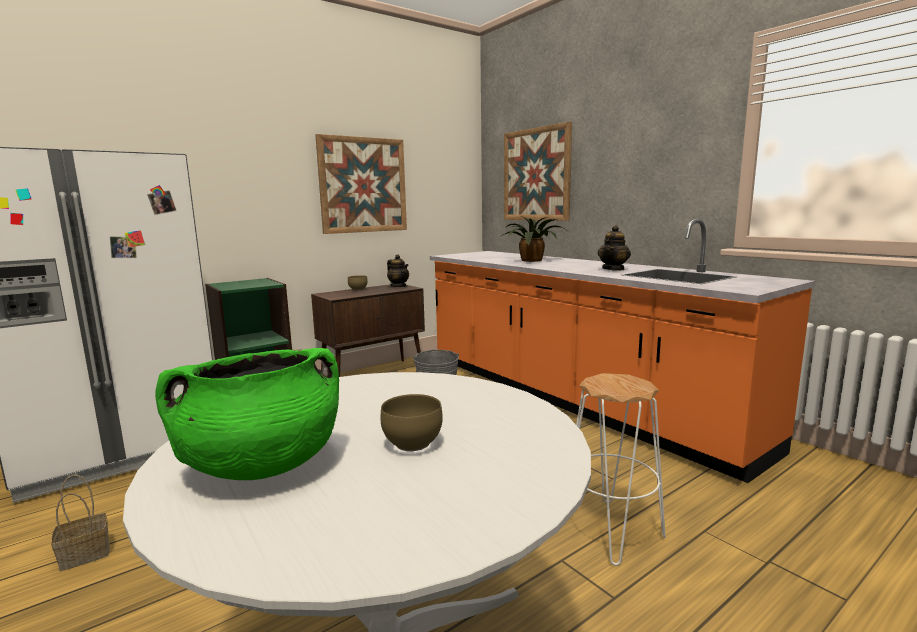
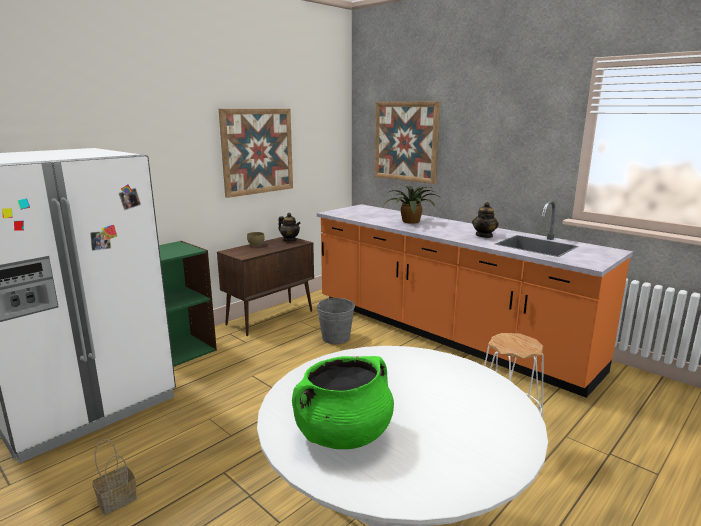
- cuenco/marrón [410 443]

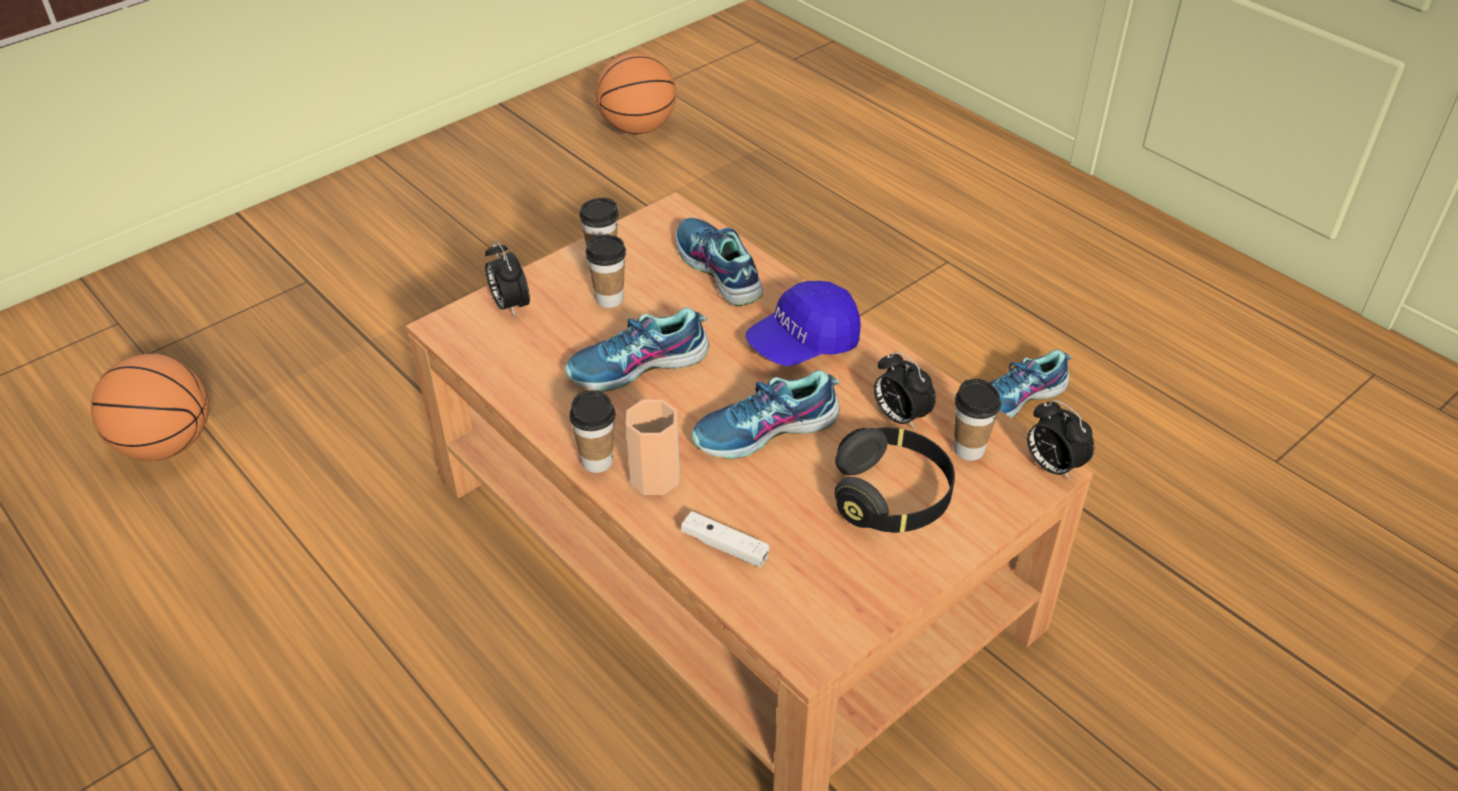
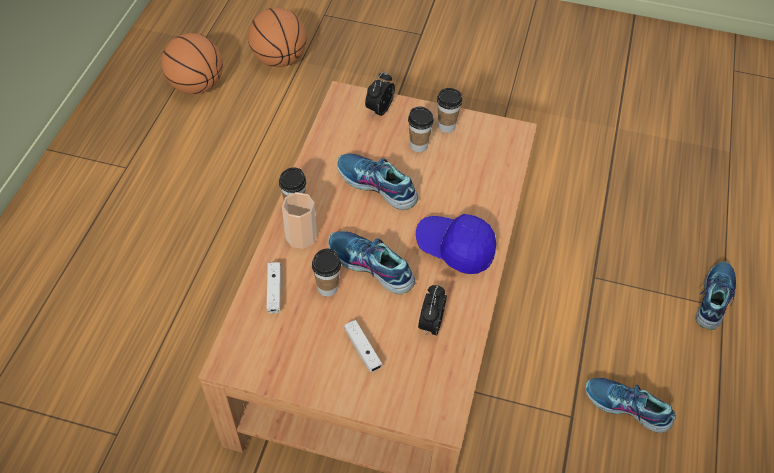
~ balón de baloncesto [637 128] to [197 86]
~ zapato [717 270] to [713 299]
~ auriculares/negro [891 497] to mando de consola/blanco [362 349]
~ taza [969 449] to [327 288]
- despertador [1052 466]

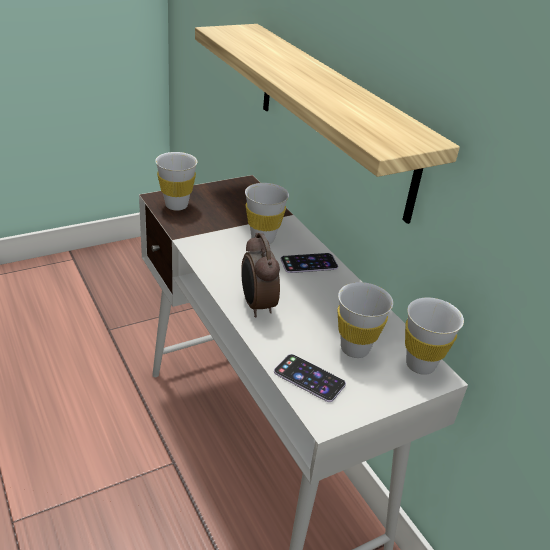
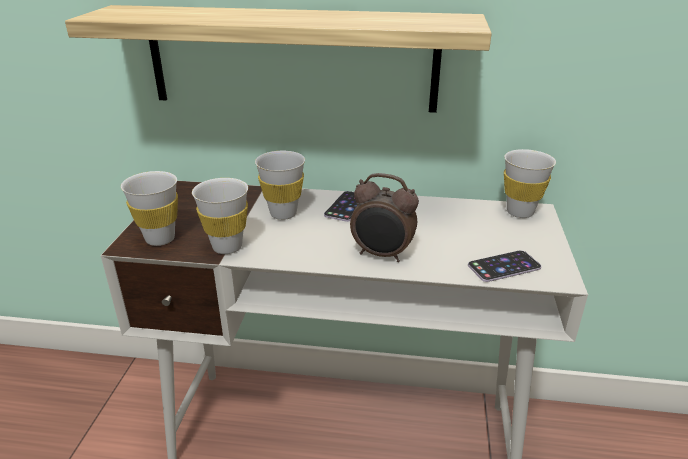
~ taza/blanco [355 349] to [227 247]

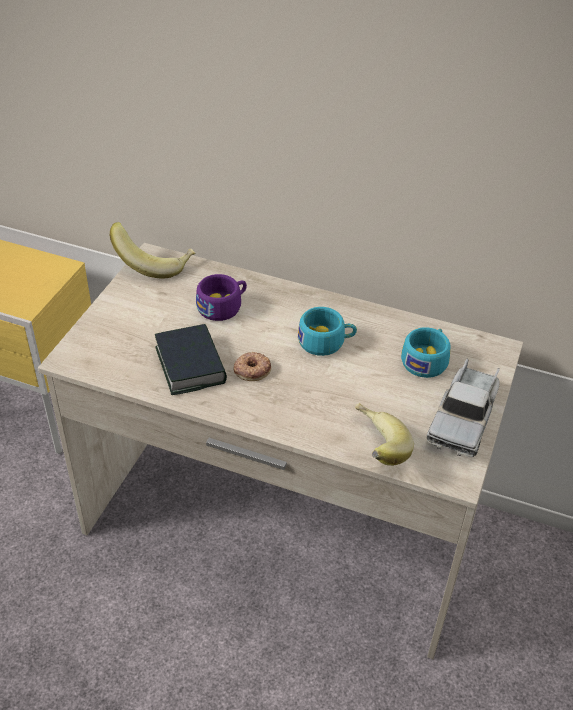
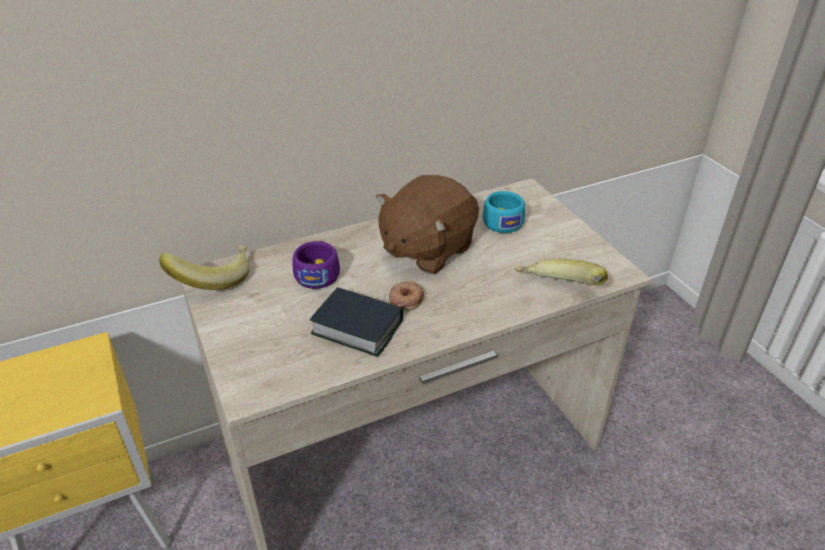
~ taza/turquesa [326 342] to peluche/marrón [426 249]
- camión de juguete [463 418]

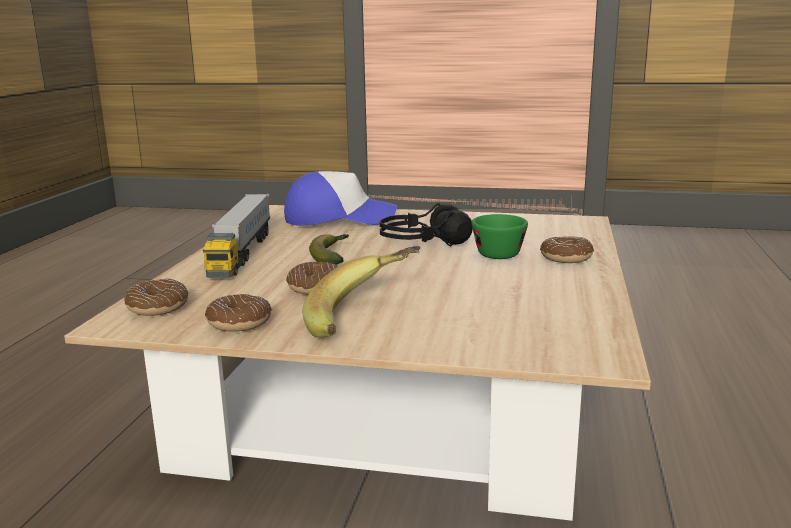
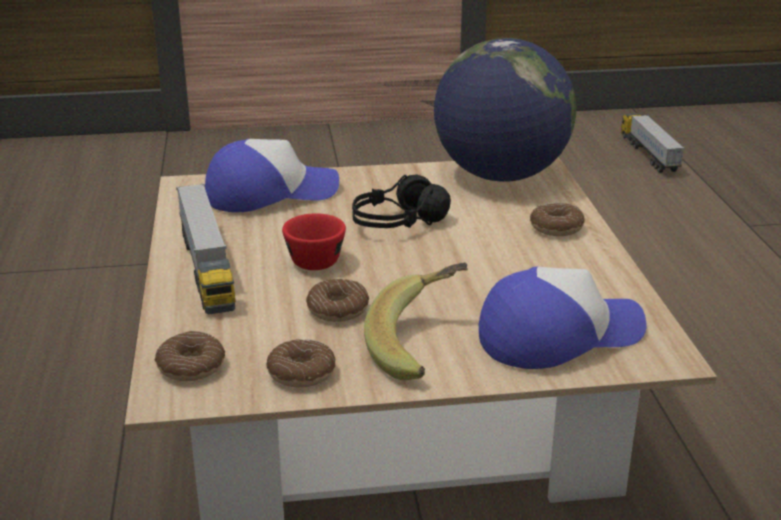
~ plátano [332 256] to taza/rojo [315 258]
- taza/verde [497 252]
+ globo terráqueo [501 176]
+ gorra [558 335]
+ camión de juguete [648 154]

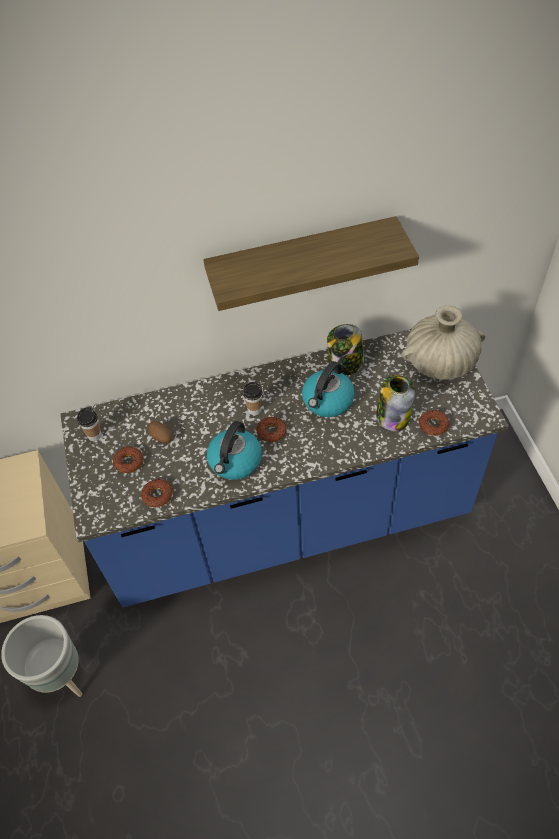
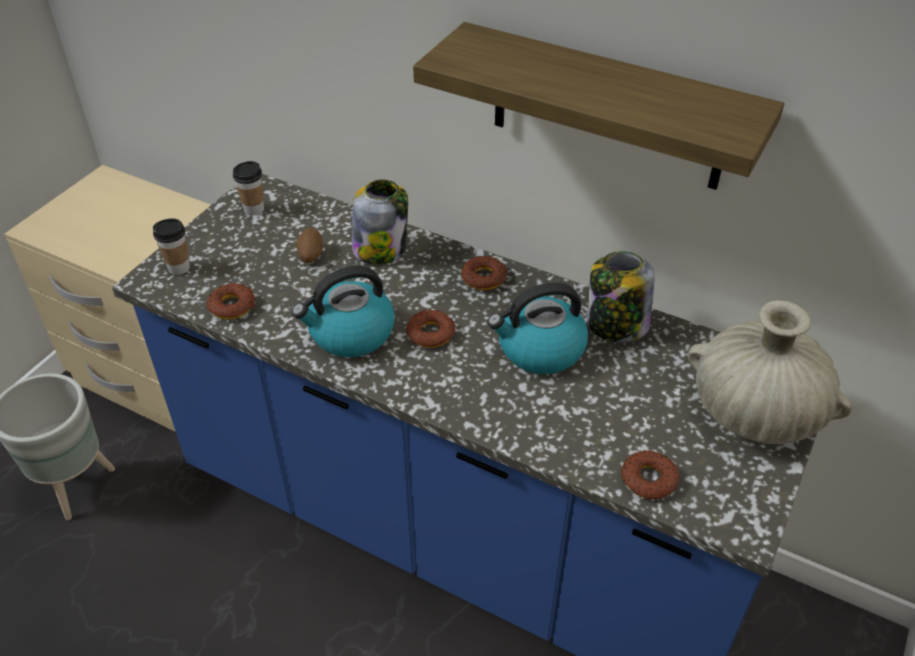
~ rosquilla [129 462] to [484 277]
~ taza [254 409] to [179 268]
~ tarro [392 416] to [381 248]

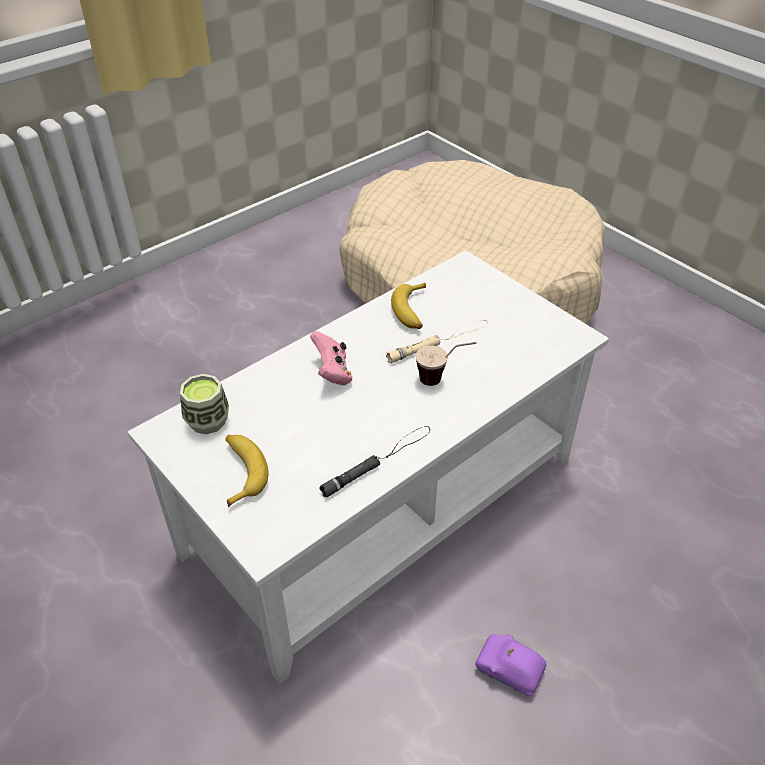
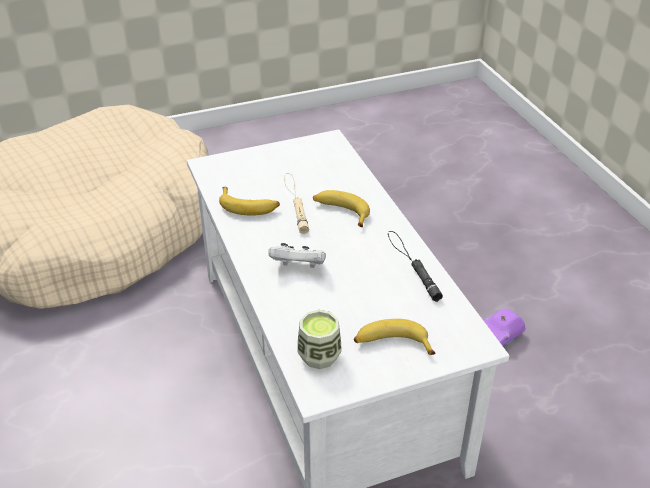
~ mando de consola/rosa [332 372] to mando de consola/blanco [298 267]
~ taza [443 380] to plátano [341 212]

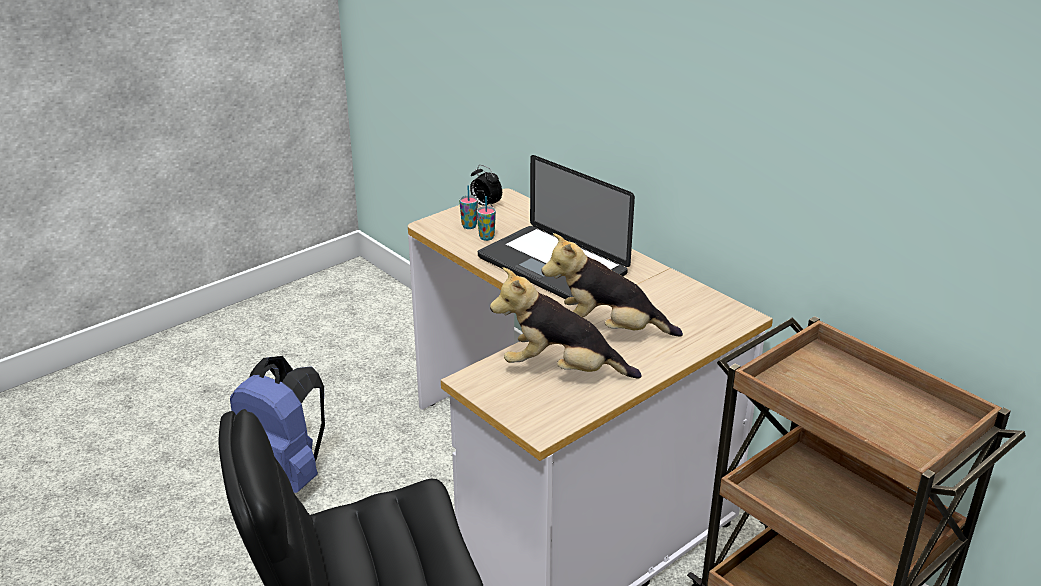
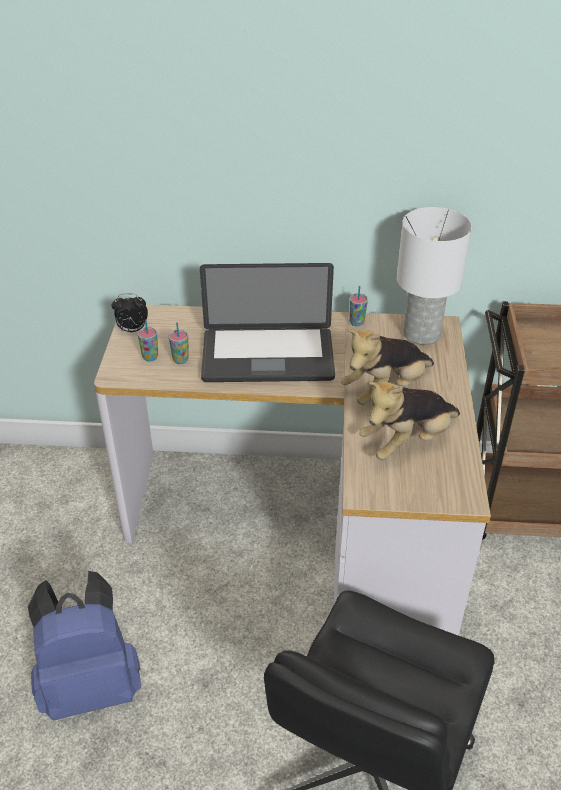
+ taza [356 323]
+ lámpara de mesa/blanco [421 333]

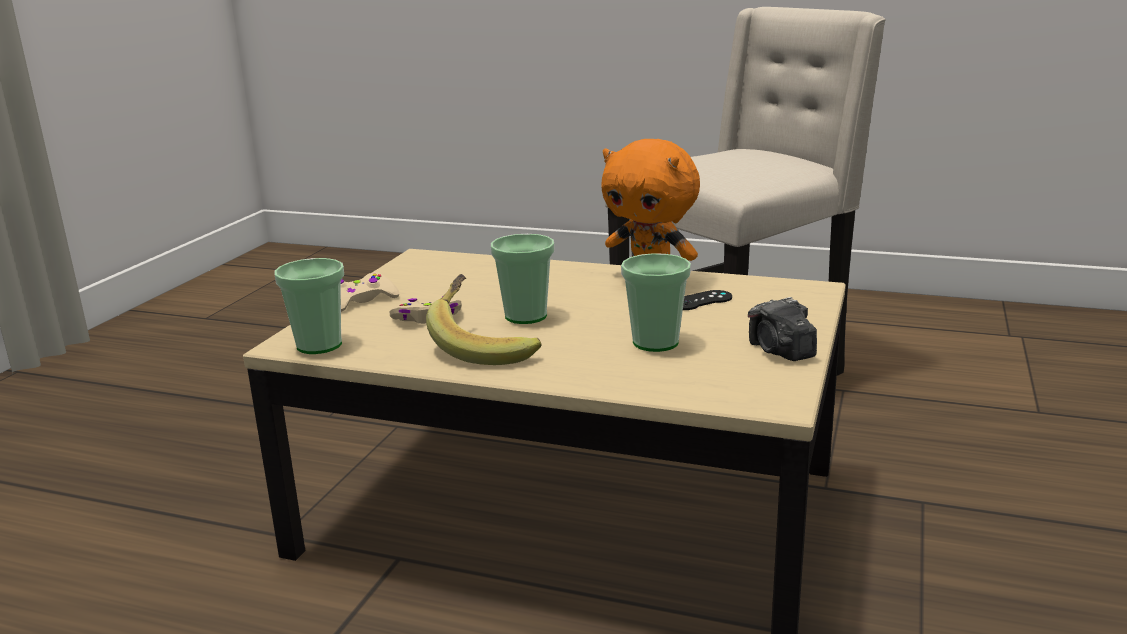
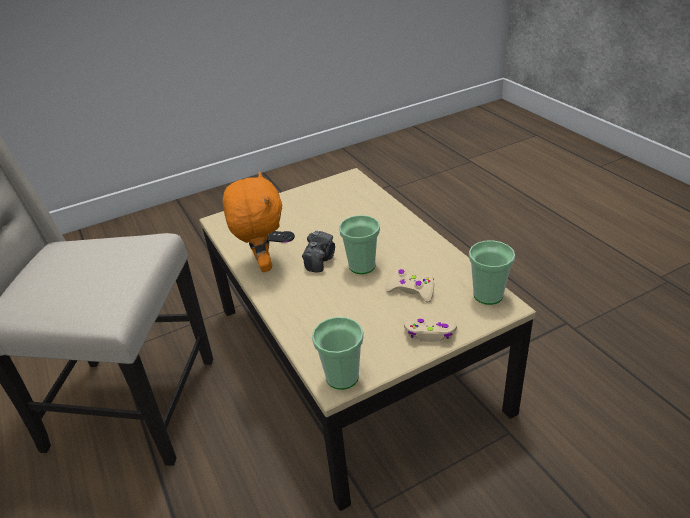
- plátano [485 346]
~ taza [655 342] to [342 377]
~ cámara [780 351] to [320 260]

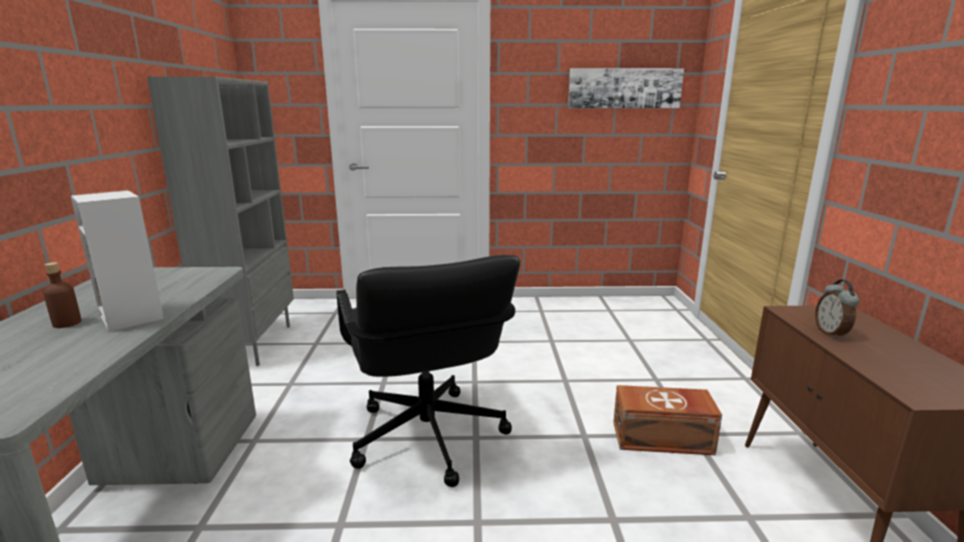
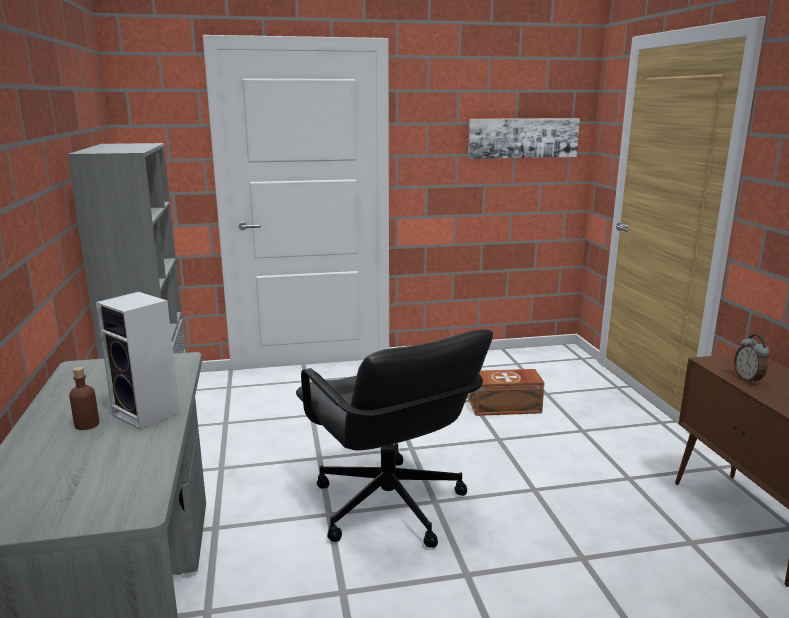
~ caja de almacenaje/marrón [663 439] to [506 407]

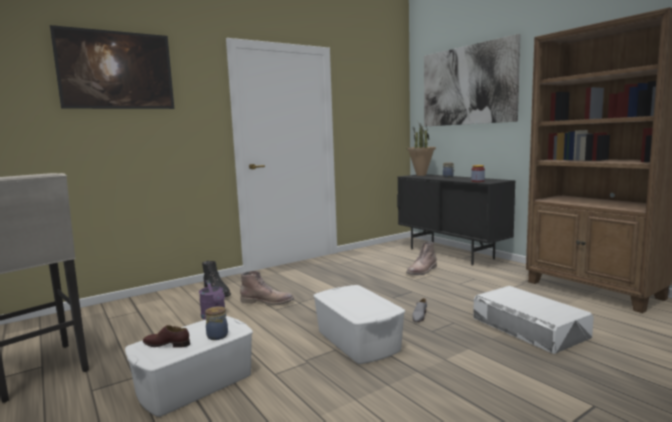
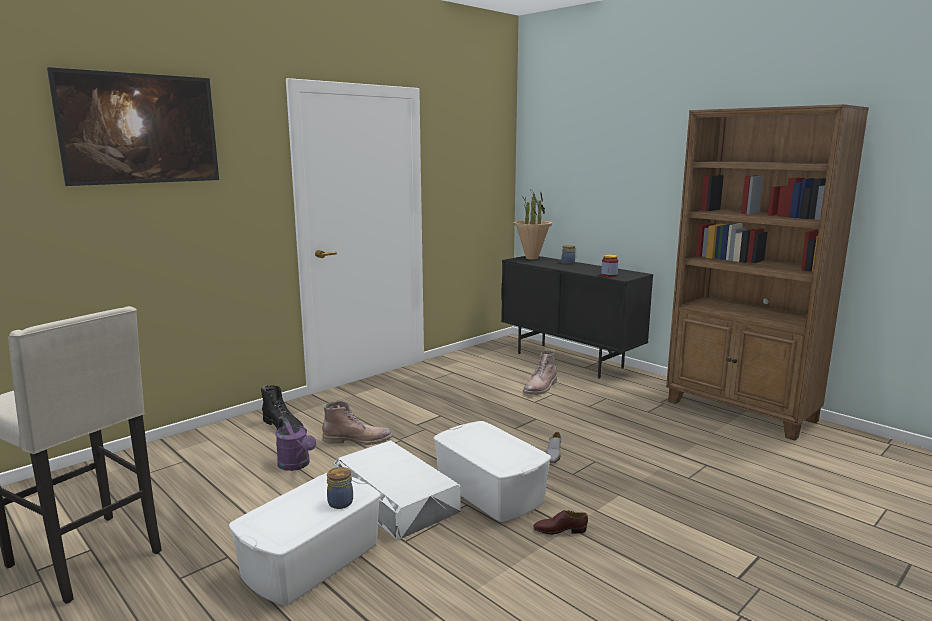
~ zapato/marrón [166 344] to [560 530]
- cuadro [467 85]
~ caja de almacenaje/blanco [529 327] to [396 499]

